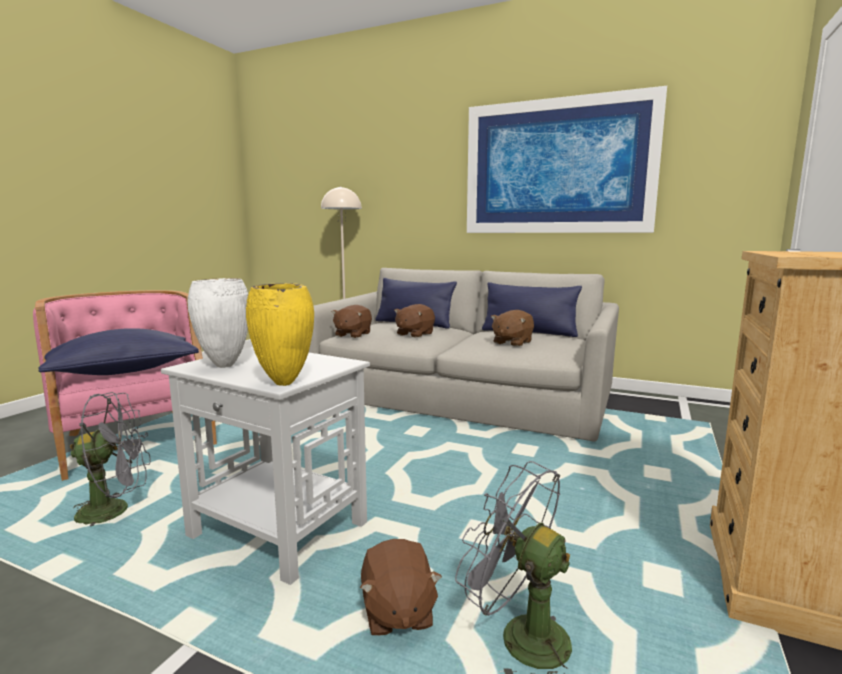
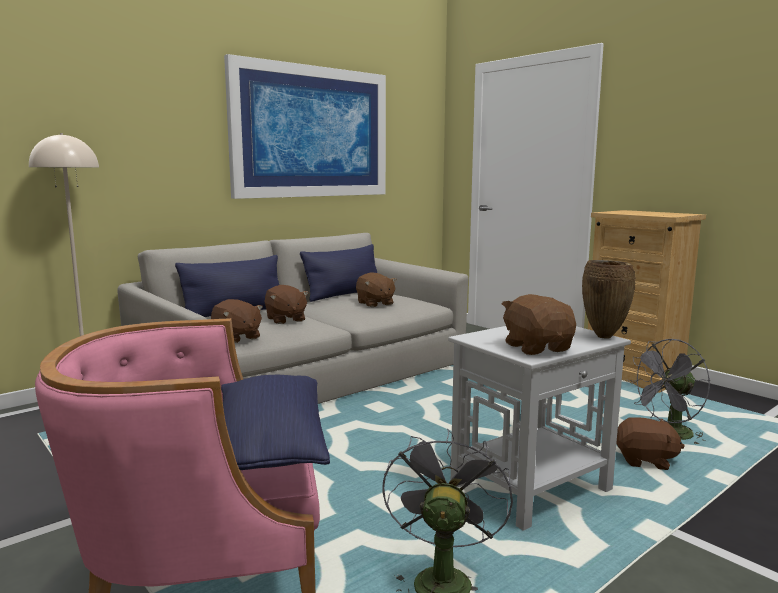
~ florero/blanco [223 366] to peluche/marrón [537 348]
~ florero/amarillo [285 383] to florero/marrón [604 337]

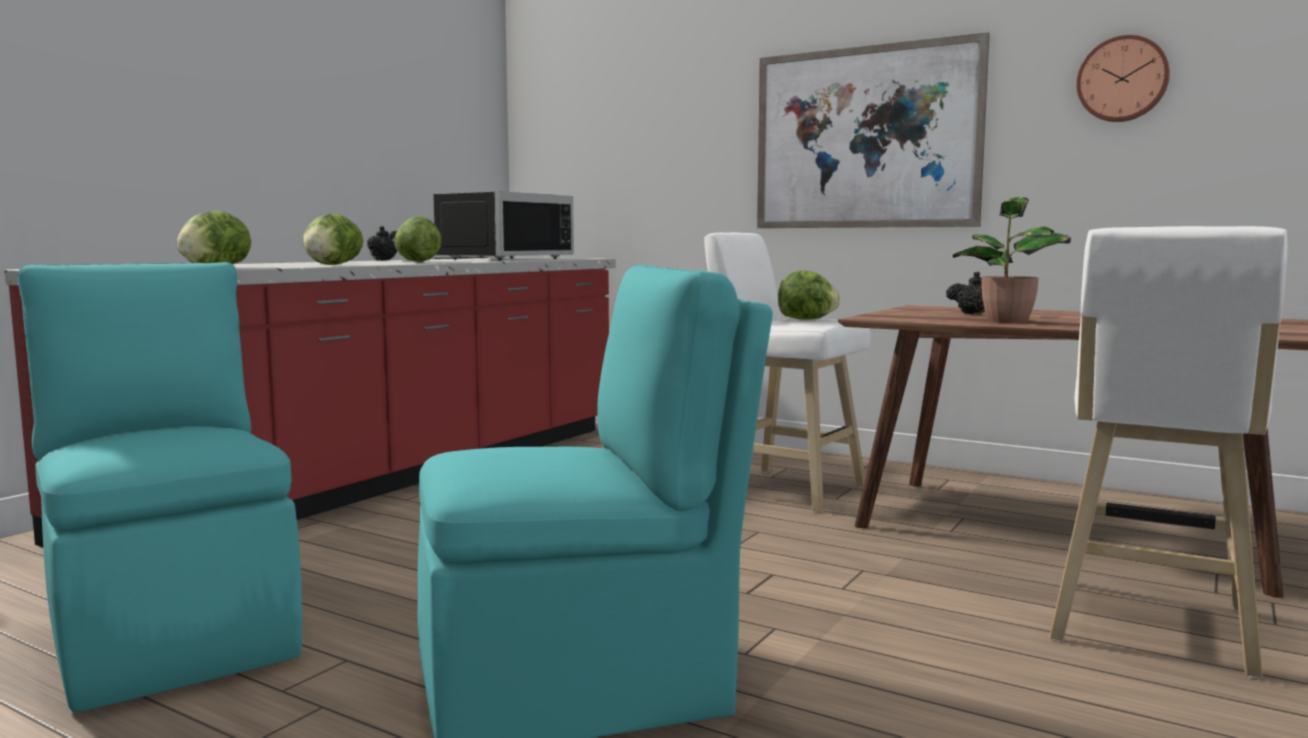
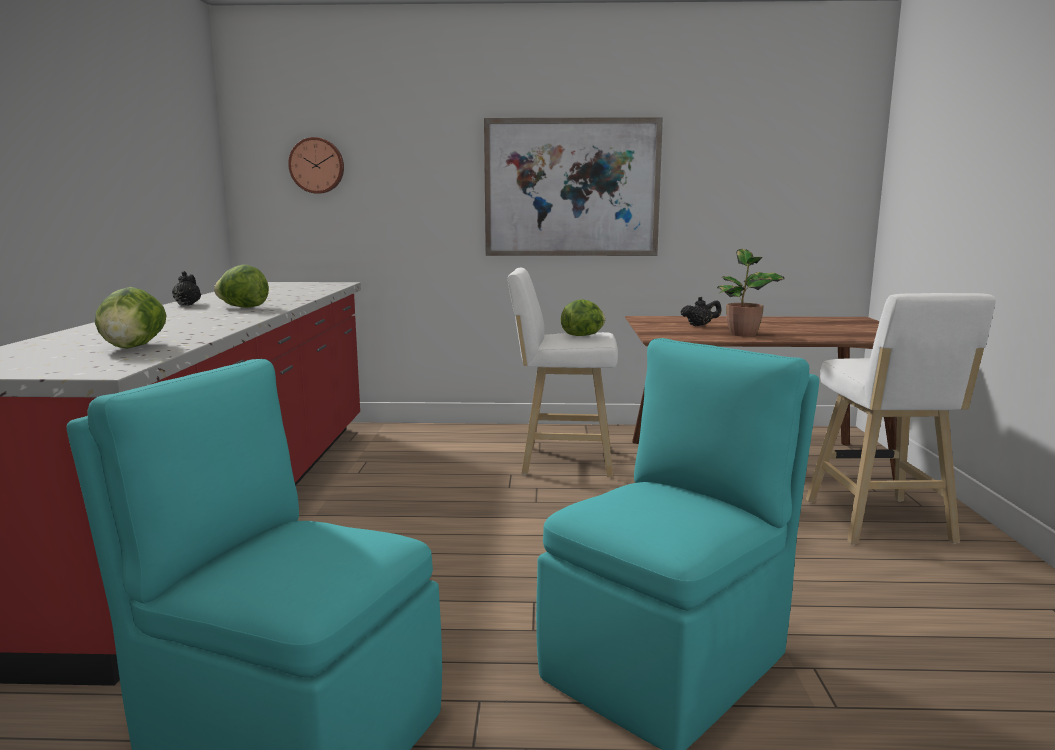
- lechuga [332 265]
- microondas/negro [499 259]
~ reloj de pared [1122 79] to [317 165]

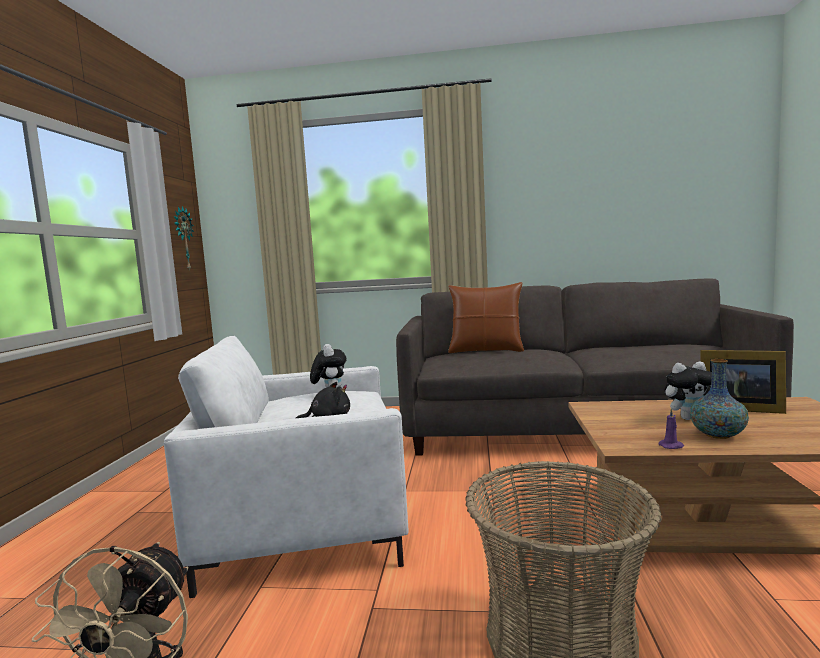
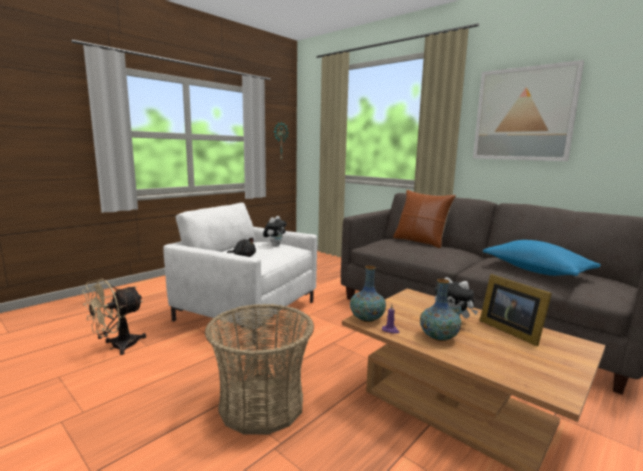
+ florero [367 319]
+ cuadro [523 114]
+ cojín/azul [536 271]

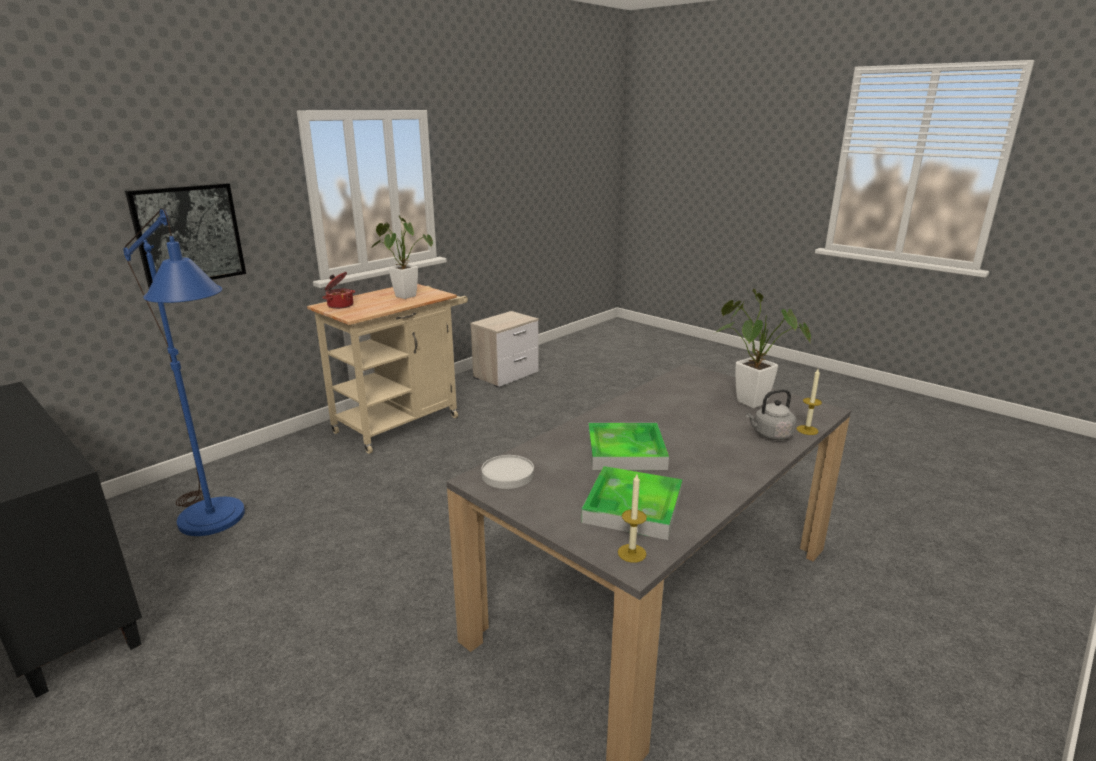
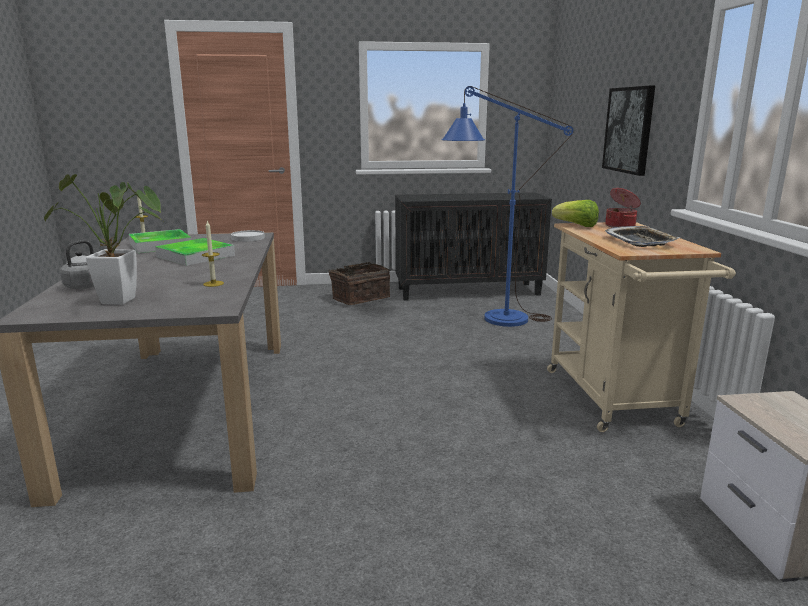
~ planta en maceta [403 295] to bandeja [640 242]
~ vela [807 430] to [213 284]
+ cesta [359 298]
+ lechuga [576 226]

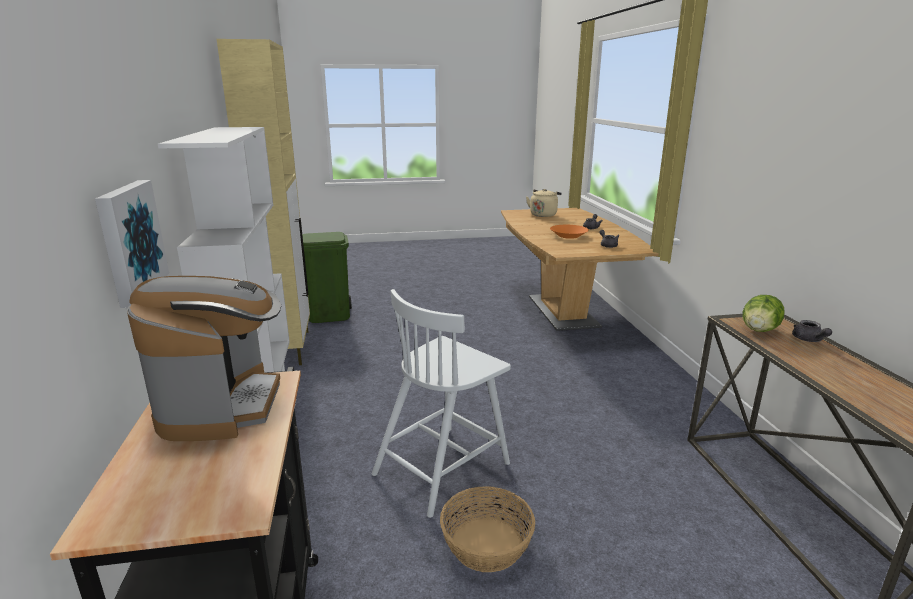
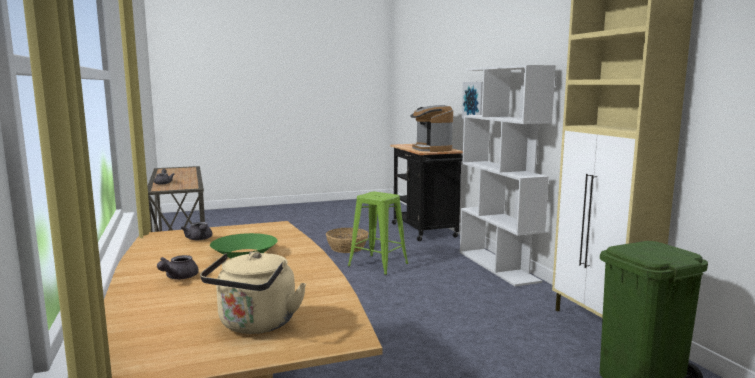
~ silla/blanco [443 467] to taburete/verde [377 265]
~ cuenco/naranja [568 235] to cuenco/verde [244 254]
- lechuga [759 330]

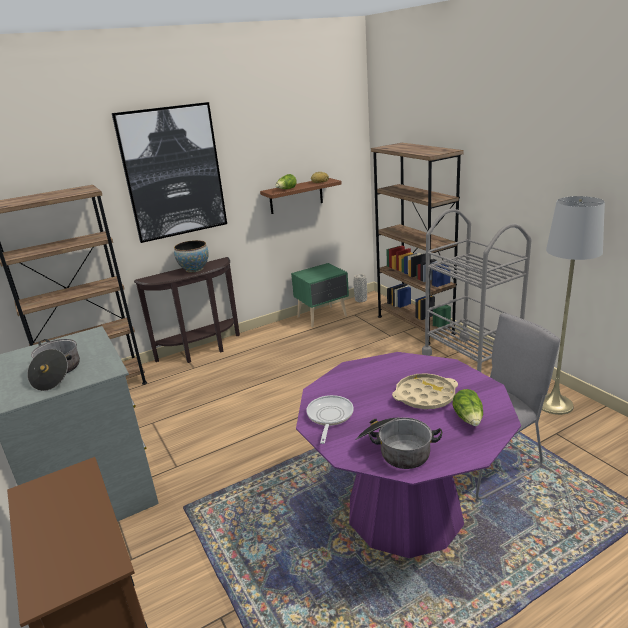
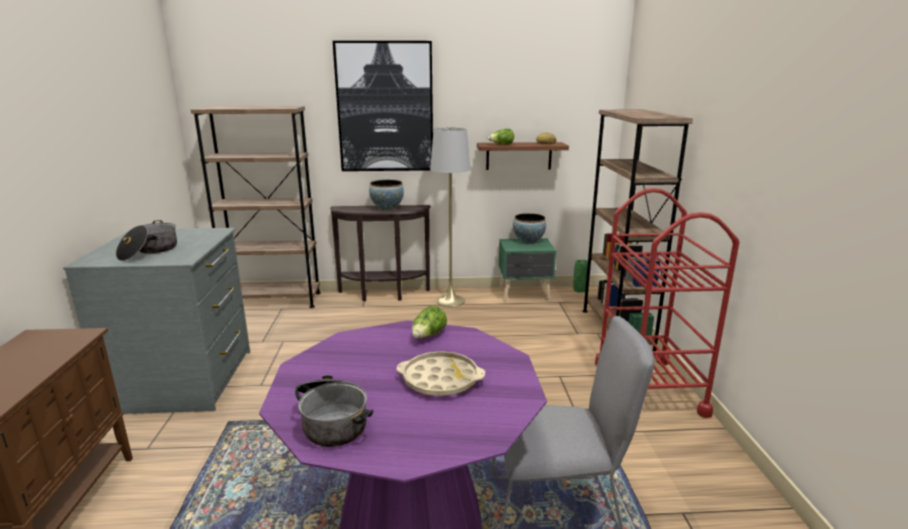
- sartén [329 417]
~ florero/gris [361 300] to florero/verde [580 290]
~ carrito/gris [471 360] to carrito/rojo [648 387]
~ lechuga [469 419] to [428 335]
~ lámpara de pie/gris [554 404] to [450 301]
+ cuenco [528 241]

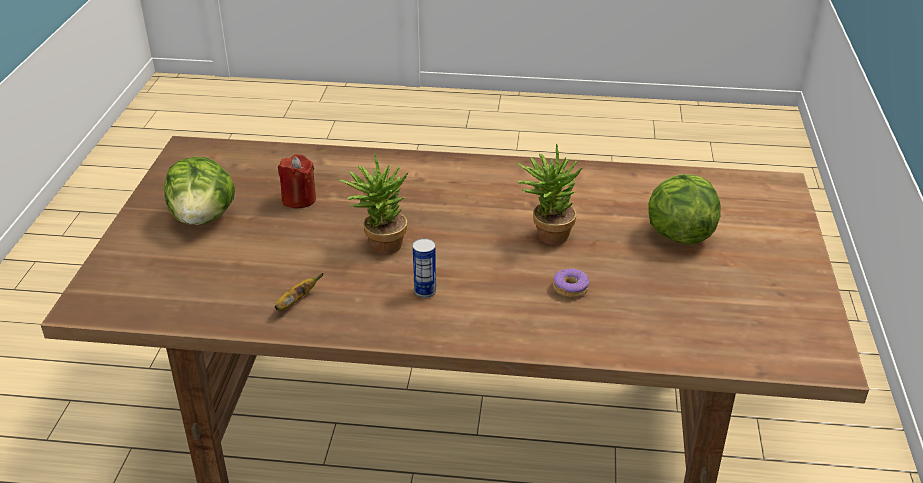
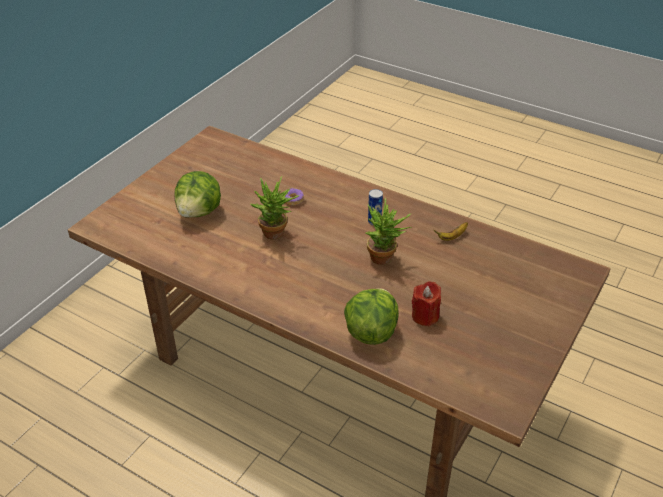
~ lechuga [203 218] to [371 332]

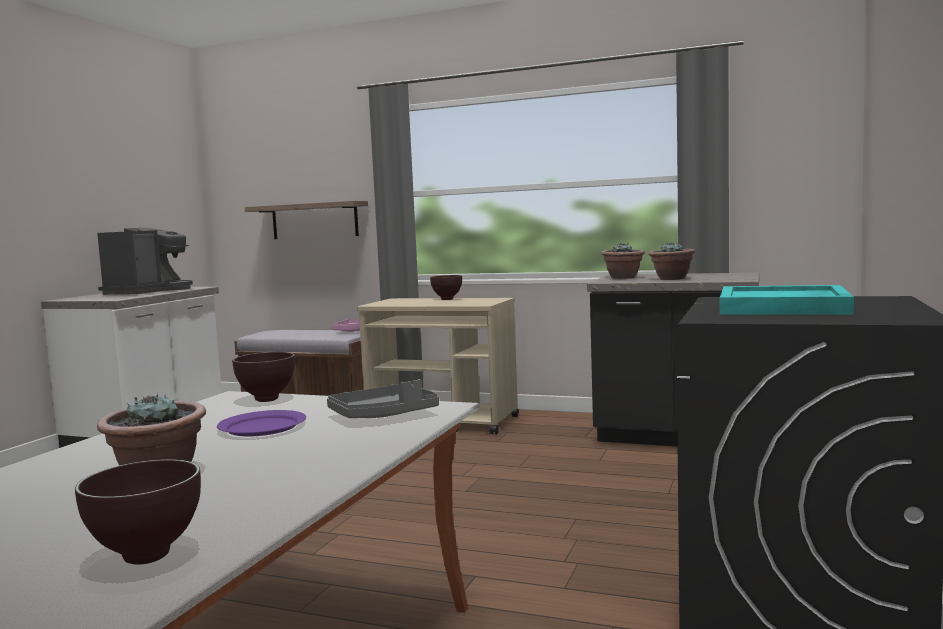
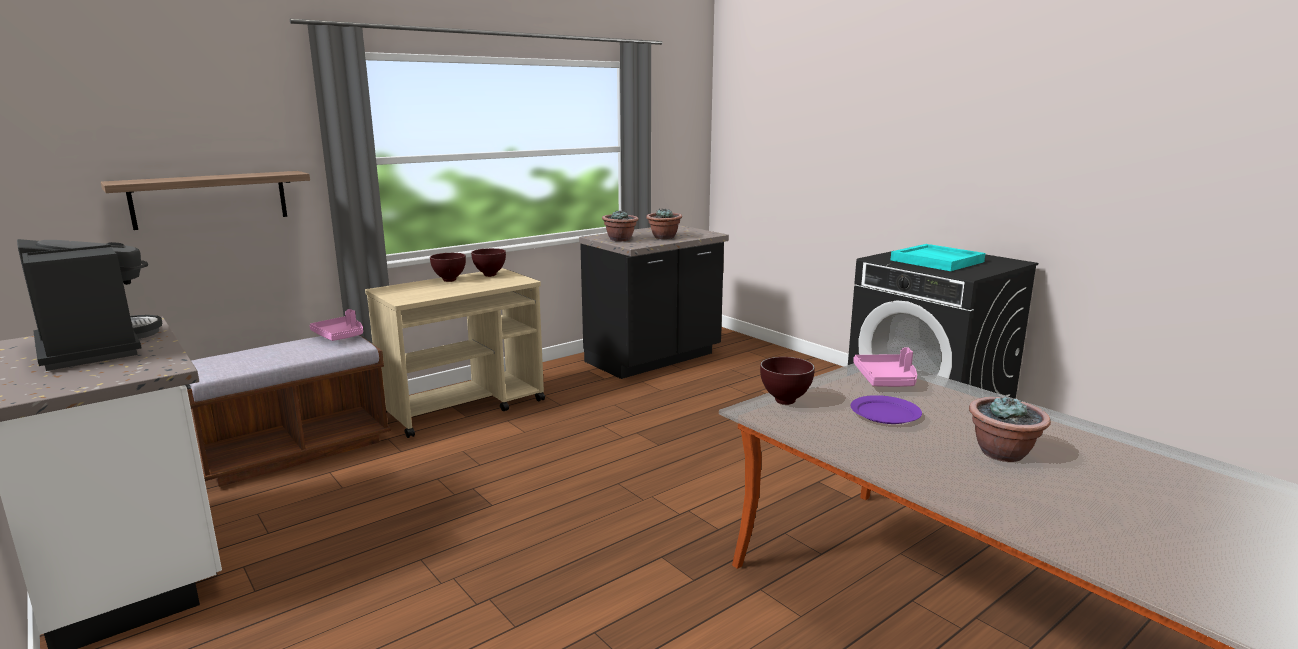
~ cuenco/marrón [146 558] to [490 275]
~ bandeja/gris [384 415] to bandeja/rosa [886 380]

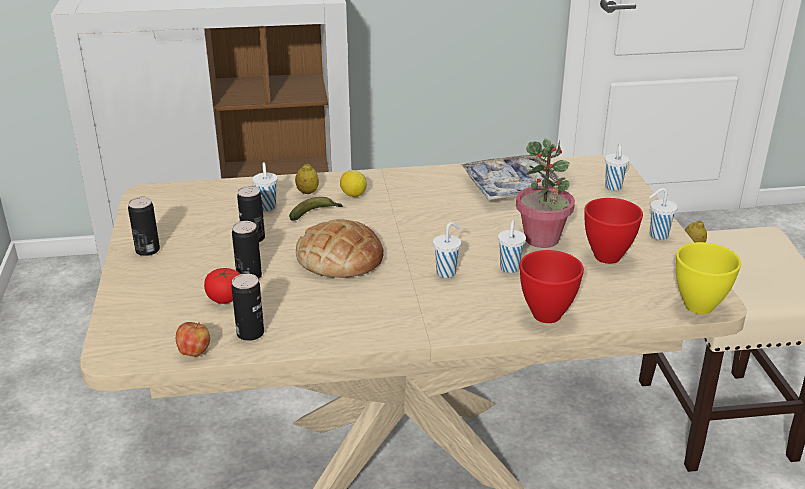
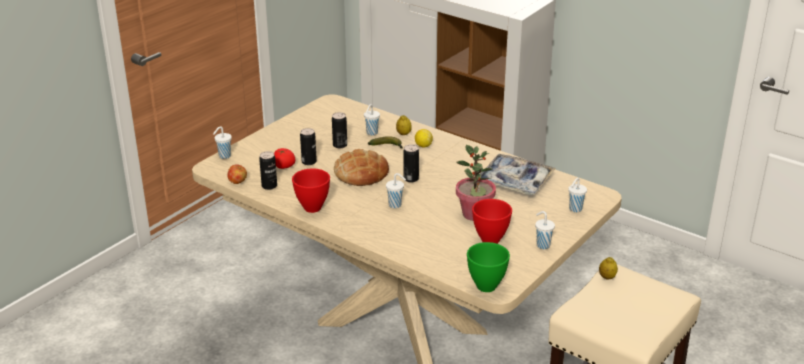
~ lata [147 250] to [411 179]
~ taza/blanco [509 269] to [224 156]
~ cuenco/rojo [548 314] to [313 208]
~ cuenco/amarillo [700 307] to cuenco/verde [486 287]

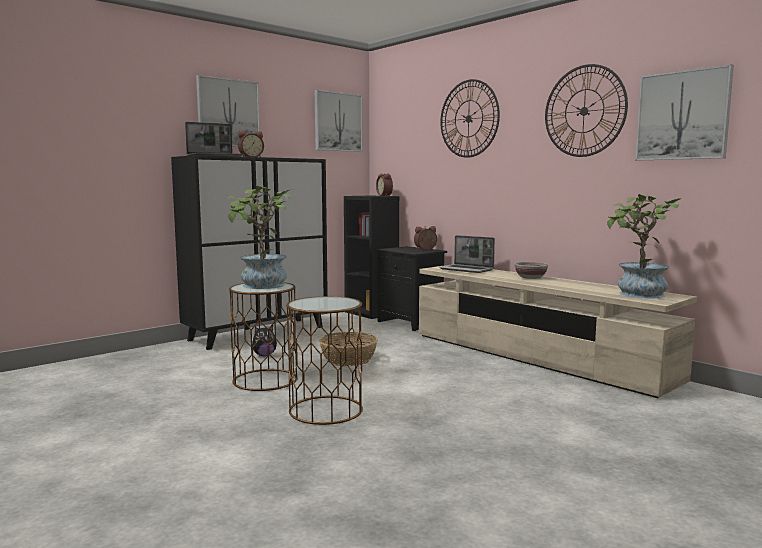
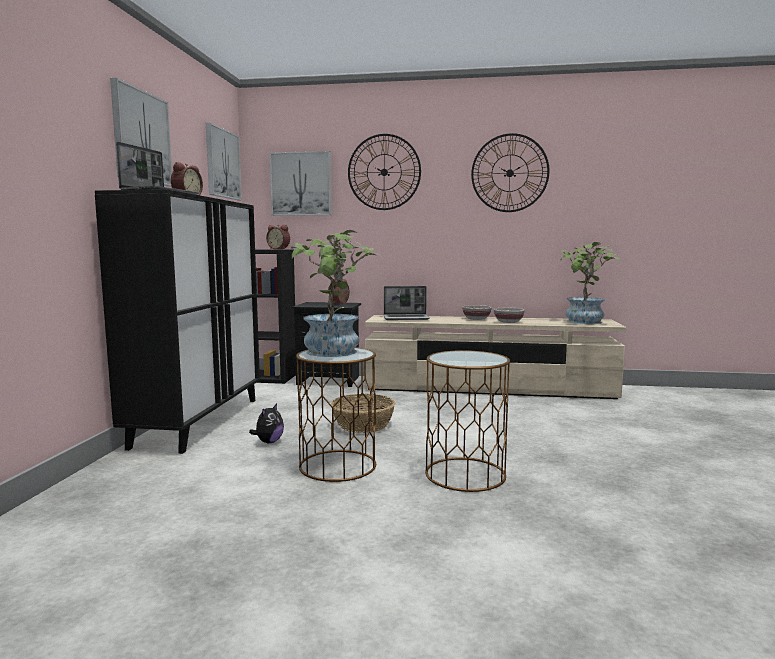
~ cuadro [682 115] to [301 184]
+ cuenco [508 322]

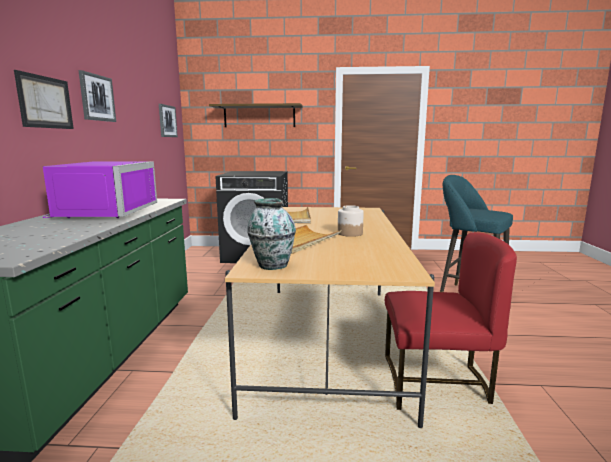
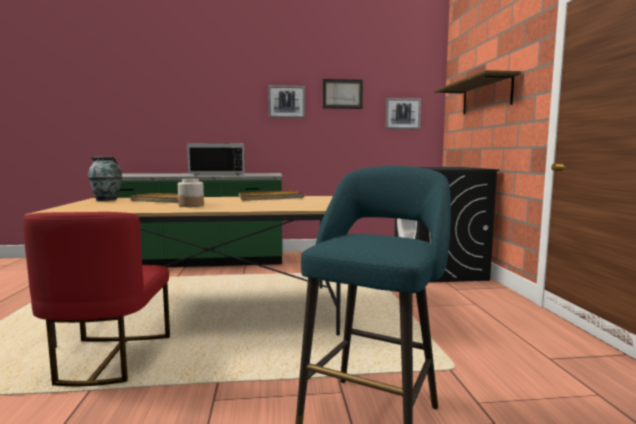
~ cuadro [45 102] to [342 94]
~ microondas/morado [102 212] to microondas/negro [218 174]

